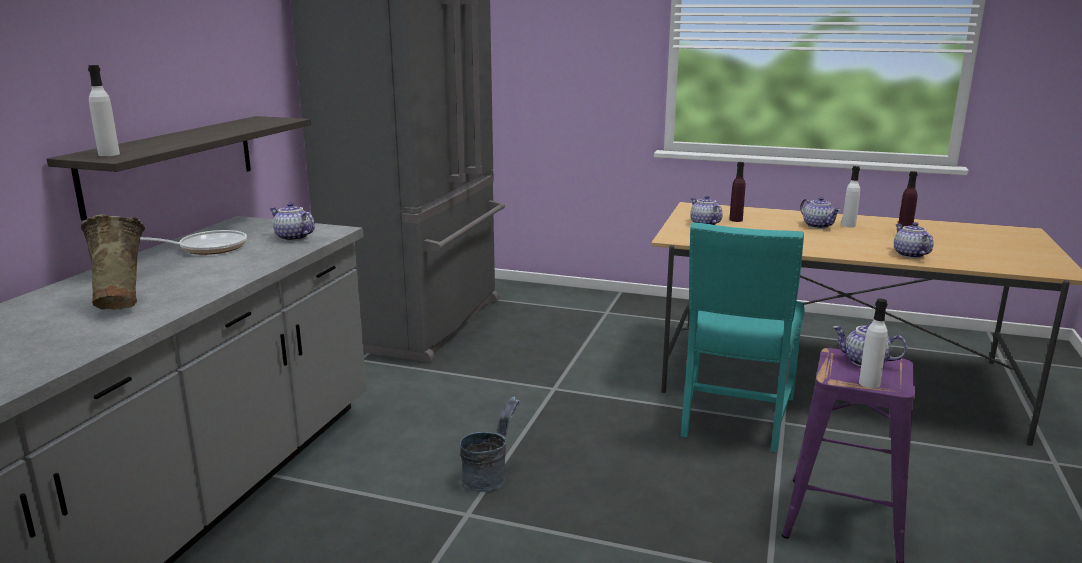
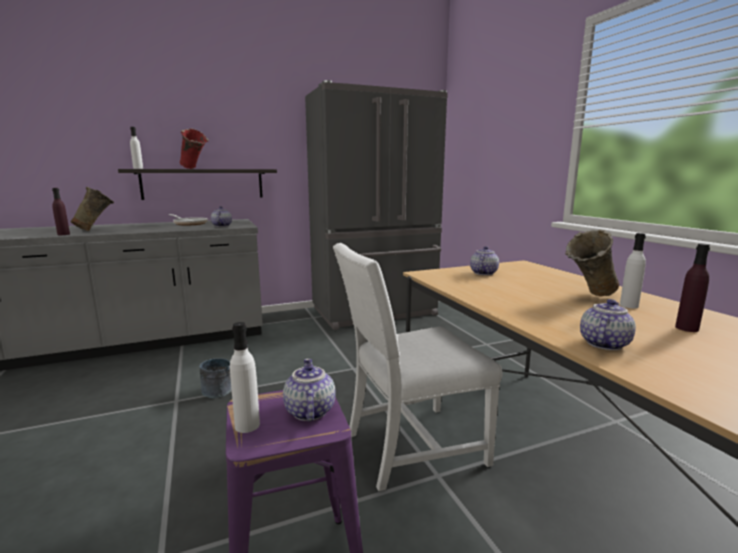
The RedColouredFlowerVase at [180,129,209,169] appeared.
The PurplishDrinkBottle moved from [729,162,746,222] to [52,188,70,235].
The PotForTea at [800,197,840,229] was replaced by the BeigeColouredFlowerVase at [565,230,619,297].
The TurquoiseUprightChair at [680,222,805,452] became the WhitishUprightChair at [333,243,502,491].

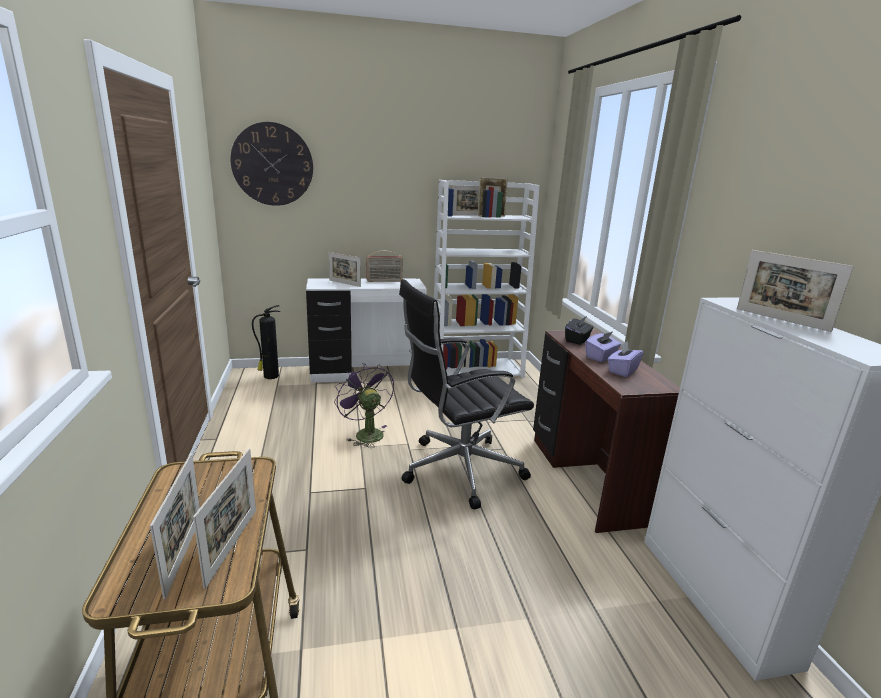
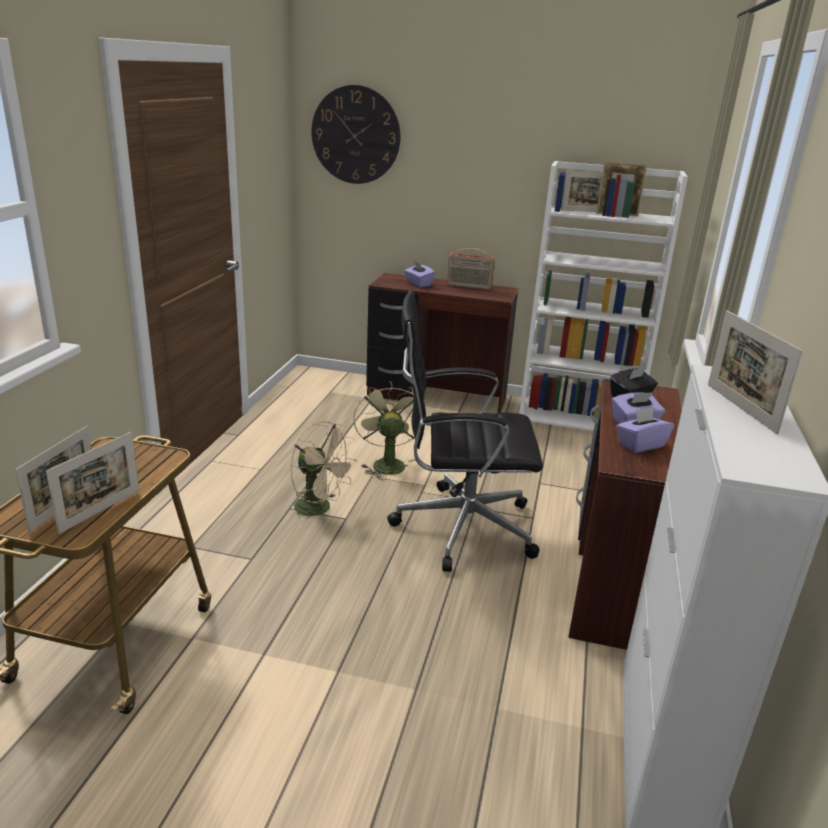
The Extinguisher at [252,305,280,379] disappeared.
The BeigeColouredCoolingFan at [290,421,357,525] appeared.
The PictureFrame at [329,252,361,287] was replaced by the PurplishTissueHolder at [404,261,435,287].
The WhitishDesk at [306,278,427,383] became the BrownDesk at [366,273,518,413].
The PurplishCoolingFan at [334,363,394,448] became the GreenCoolingFan at [353,382,416,480].

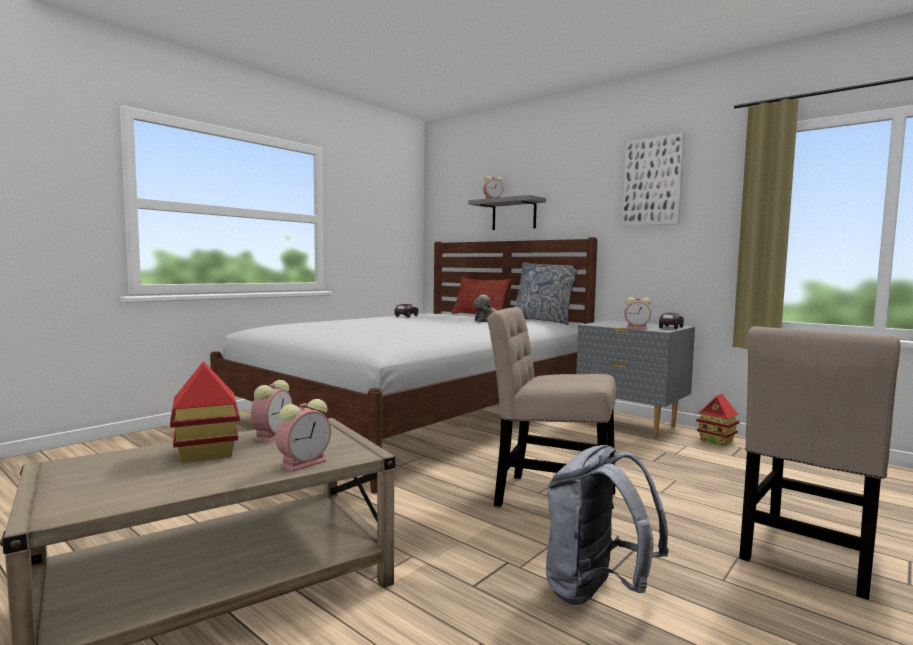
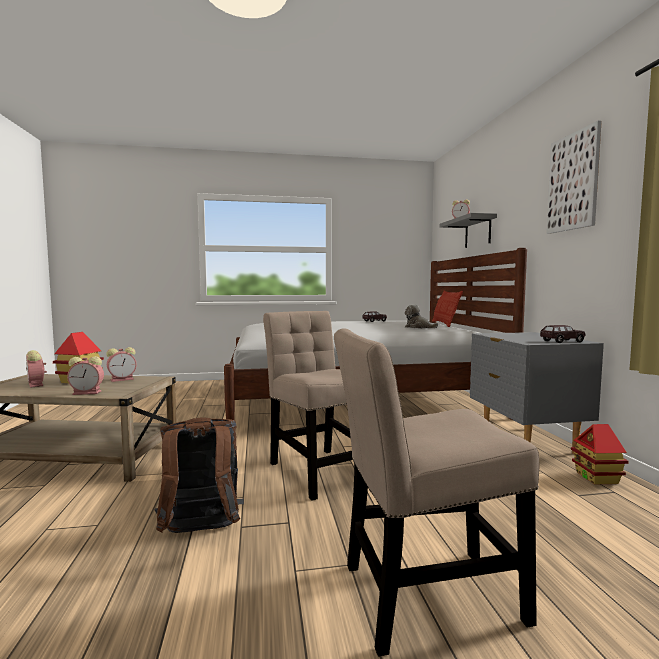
The Pillow at [514,262,578,325] disappeared.
The BedsideClock moved from [624,297,651,329] to [26,350,47,388].
The GreyishRucksack at [546,445,669,605] became the BrownRucksack at [154,417,244,533].

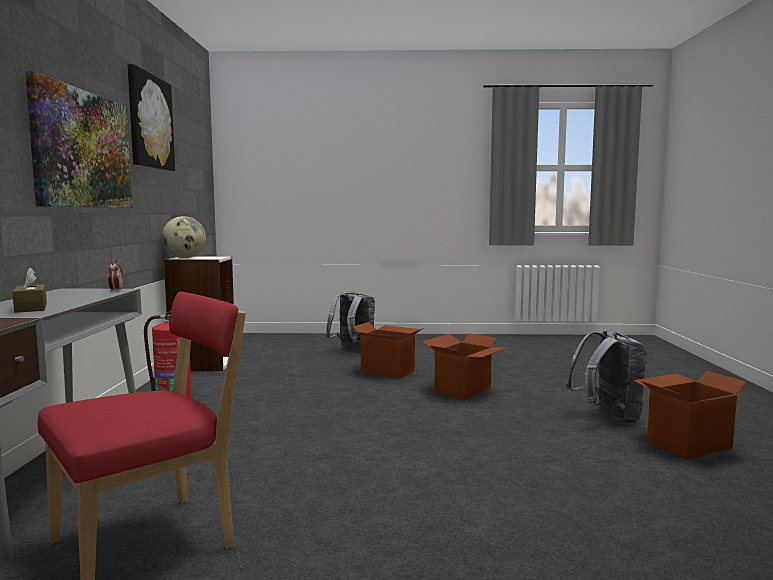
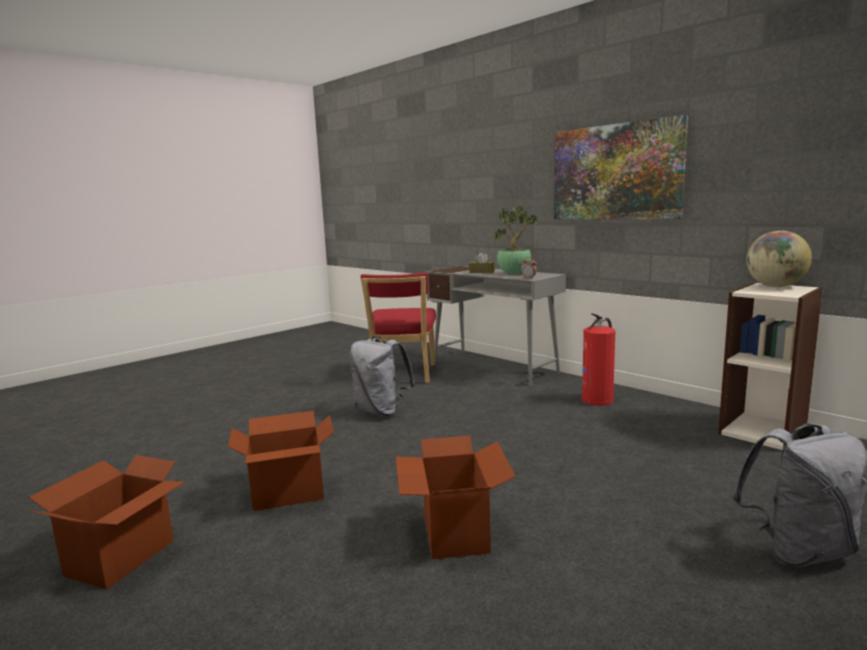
The WallPicture at [127,64,175,171] disappeared.
The Houseplant at [493,206,538,275] appeared.
The PackingBox moved from [353,322,423,379] to [228,411,334,511].
The GreyishRucksack moved from [566,329,647,424] to [350,336,415,416].

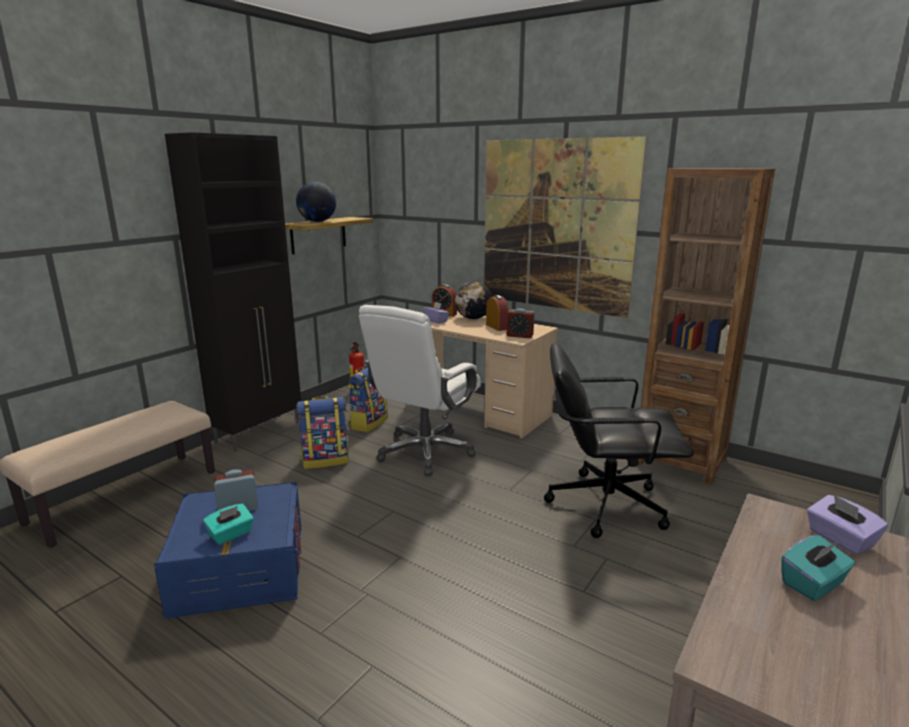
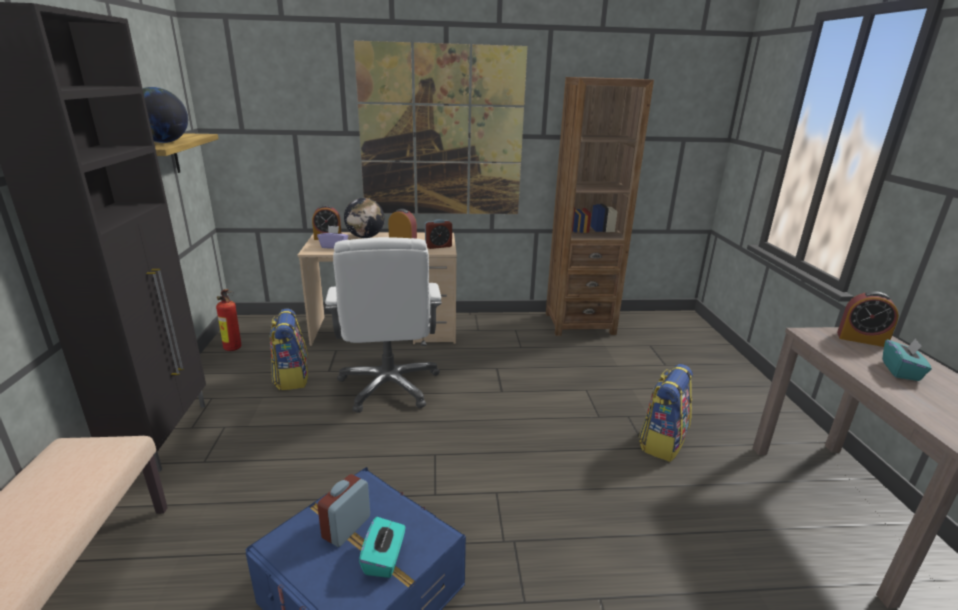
The BlackishDeskChair at [544,343,694,538] disappeared.
The Rucksack moved from [297,396,348,469] to [638,364,693,462].
The PurplishTissueHolder at [807,495,888,555] was replaced by the BedsideClock at [837,291,899,347].

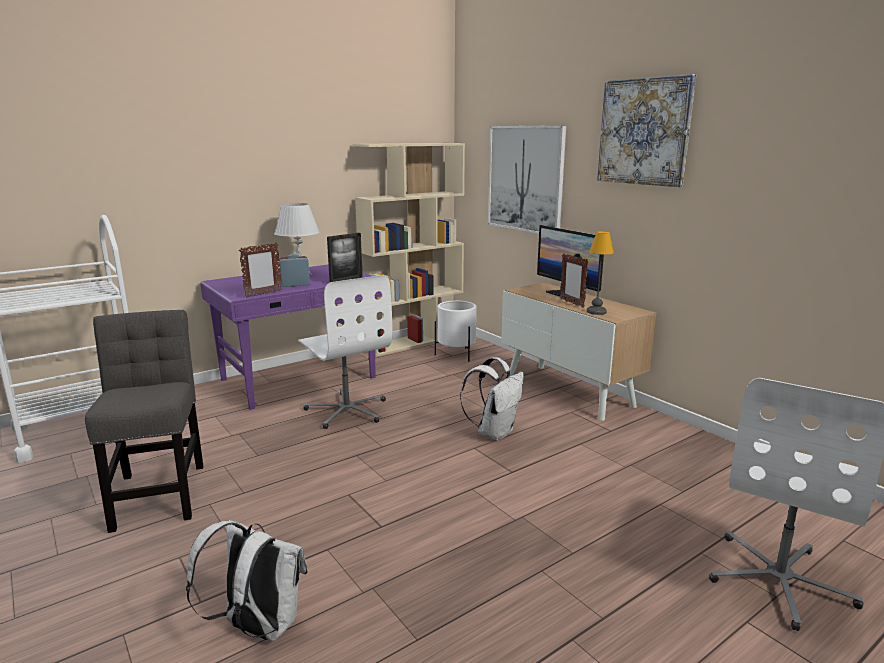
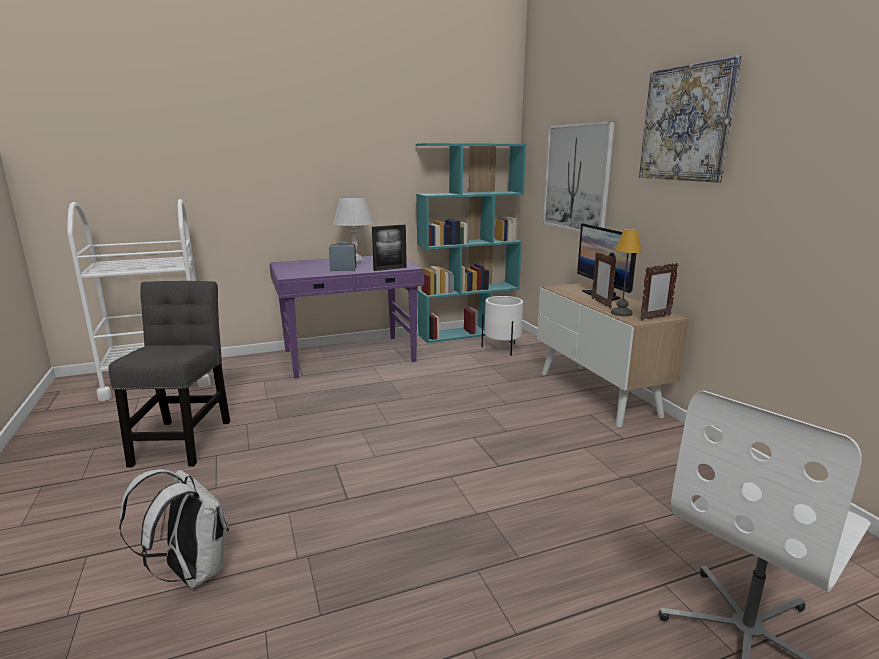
The WhitishDeskChair at [298,275,393,429] disappeared.
The WhitishRucksack at [460,357,524,441] disappeared.
The PictureFrame moved from [239,243,282,297] to [640,263,678,321].
The BeigeColouredShelvingUnit at [353,143,465,357] became the TurquoiseShelvingUnit at [416,143,526,343].

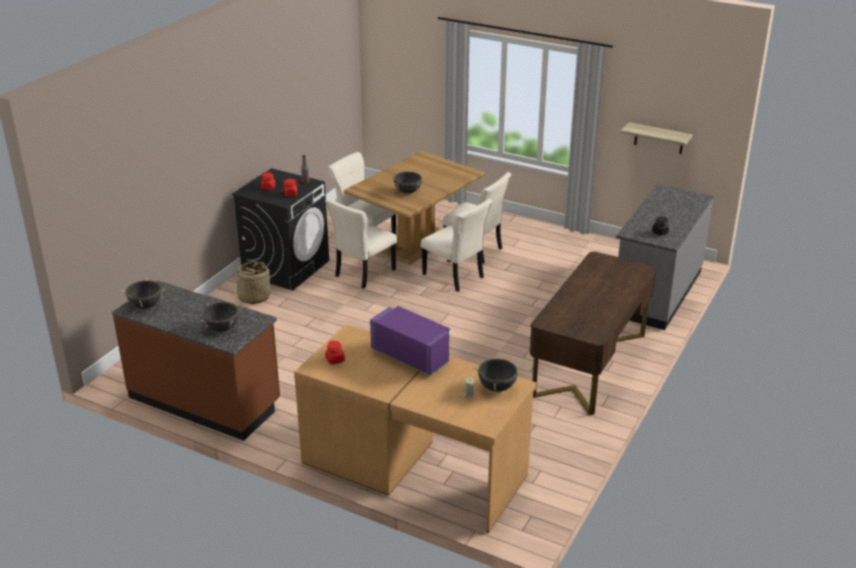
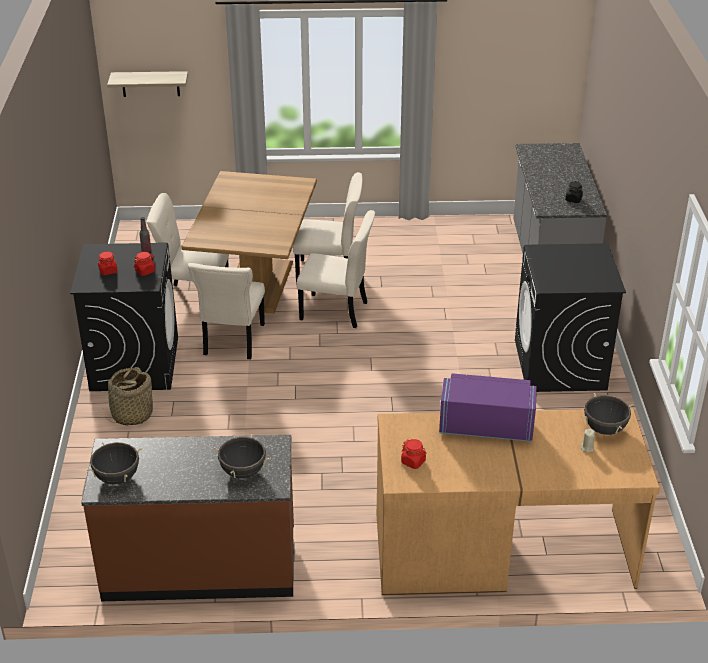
The BlackishCookingPot at [394,172,422,194] disappeared.
The BracketShelf moved from [620,122,693,154] to [107,71,188,97].
The BrownDesk at [530,251,657,415] was replaced by the BlackishLaundryMachine at [515,243,626,392].

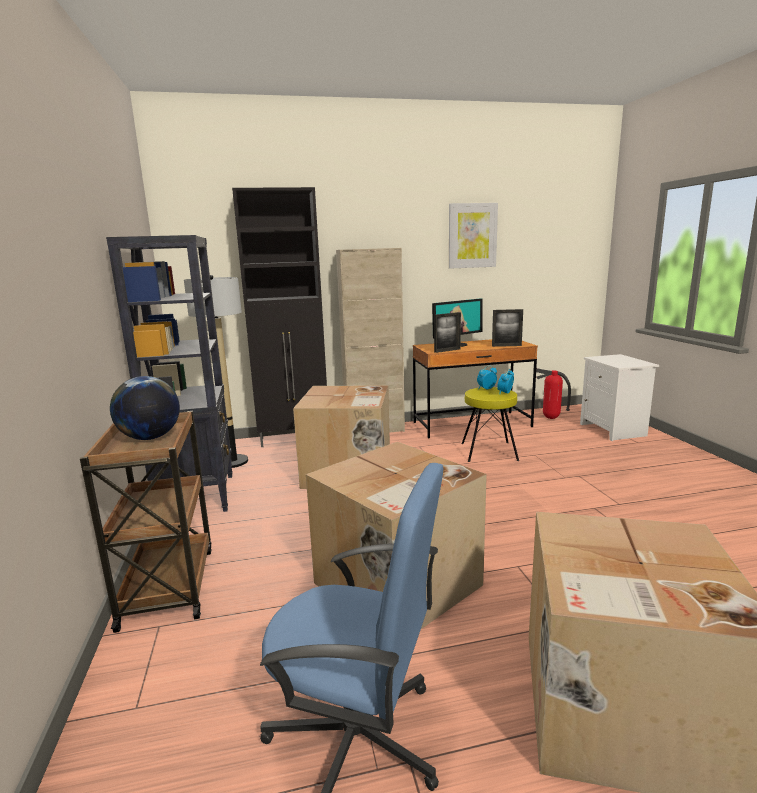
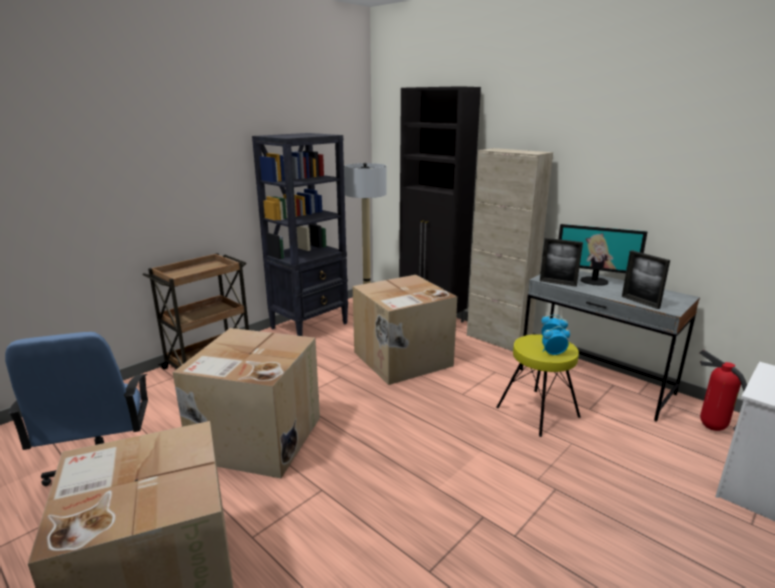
The DeskGlobe at [110,376,180,440] disappeared.
The WallPicture at [449,203,498,269] disappeared.
The BrownDesk at [413,339,538,438] became the GreyishDesk at [520,271,700,422].

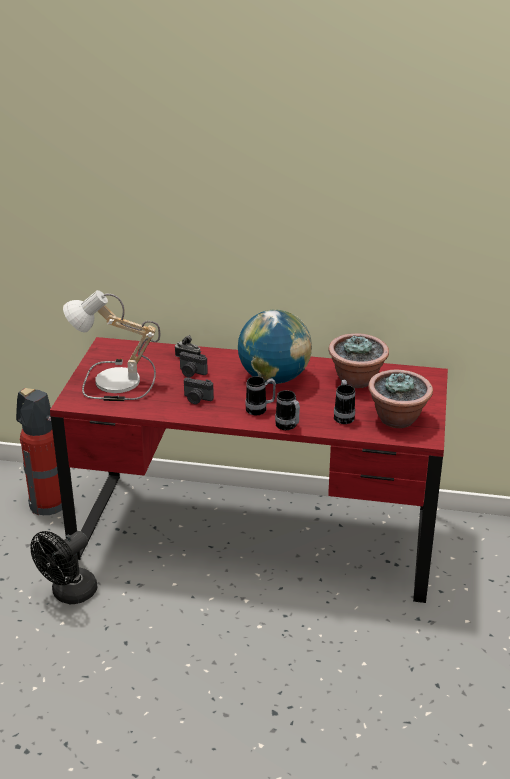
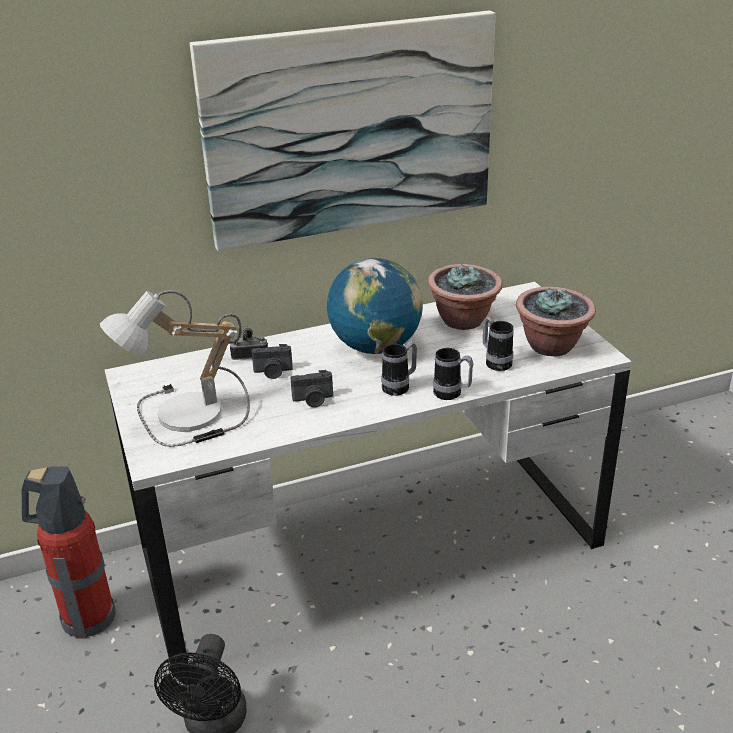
The WallPicture at [190,11,496,252] appeared.
The RedColouredDesk at [50,337,448,603] became the WhitishDesk at [105,282,632,676].

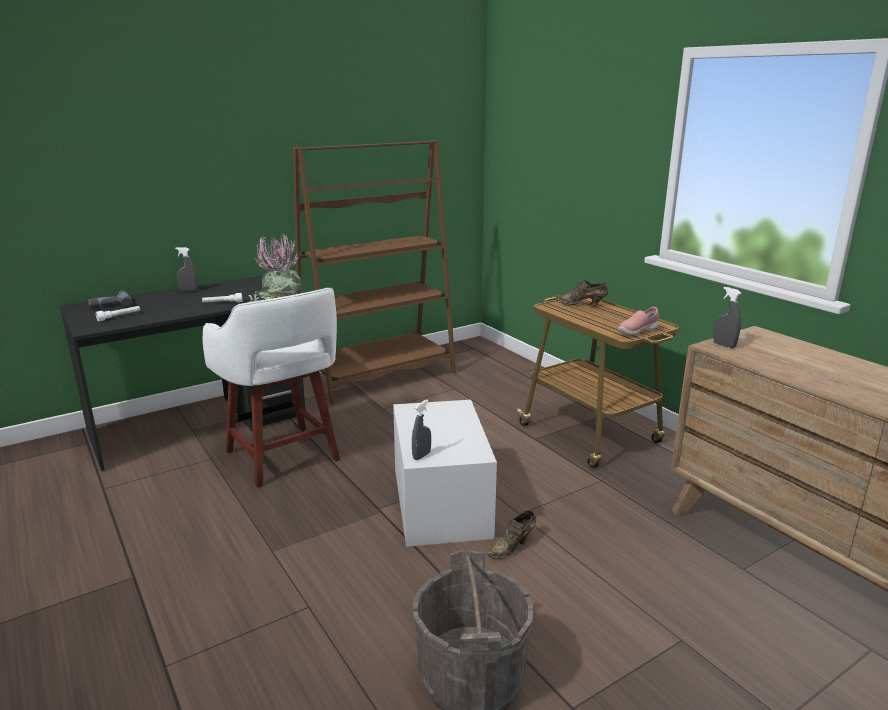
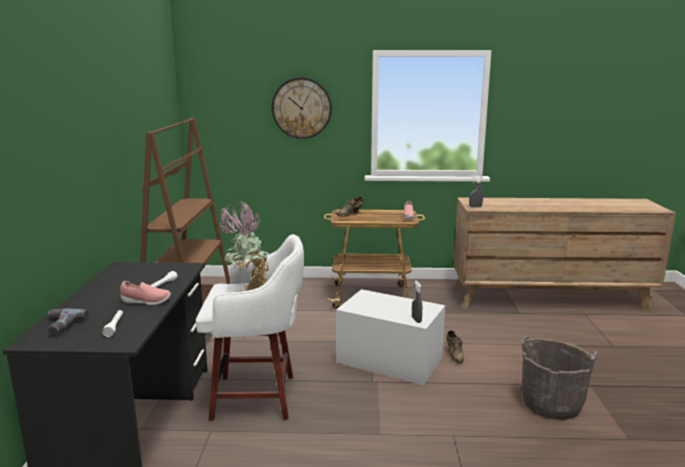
The GreyishHandSprayer at [175,247,198,291] disappeared.
The PinkColouredLowShoe at [120,281,171,305] appeared.
The ClockOnTheWall at [272,77,332,139] appeared.

